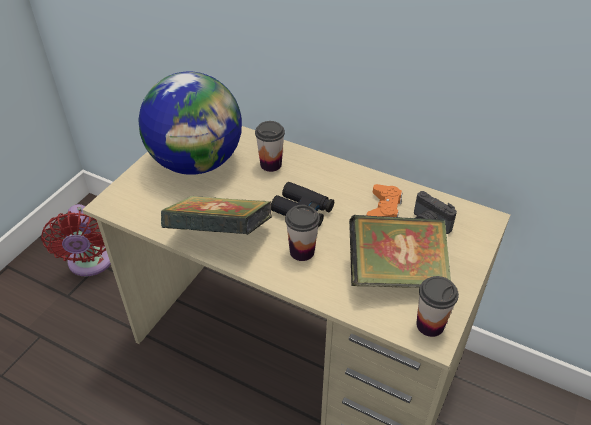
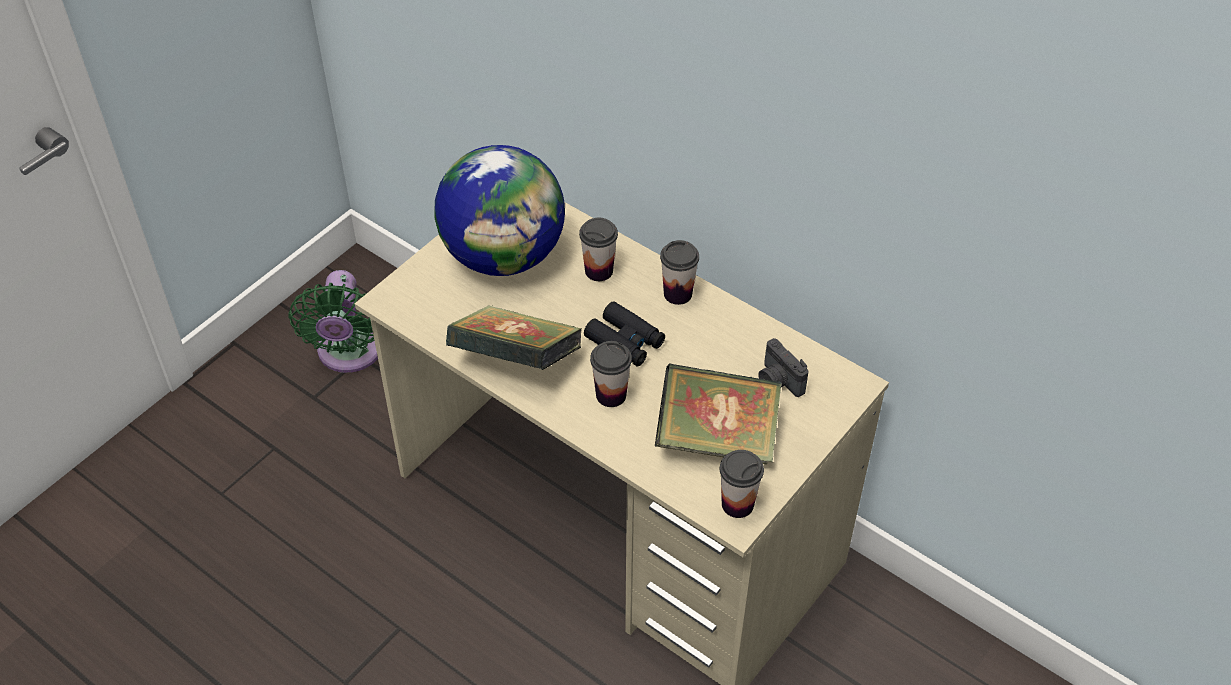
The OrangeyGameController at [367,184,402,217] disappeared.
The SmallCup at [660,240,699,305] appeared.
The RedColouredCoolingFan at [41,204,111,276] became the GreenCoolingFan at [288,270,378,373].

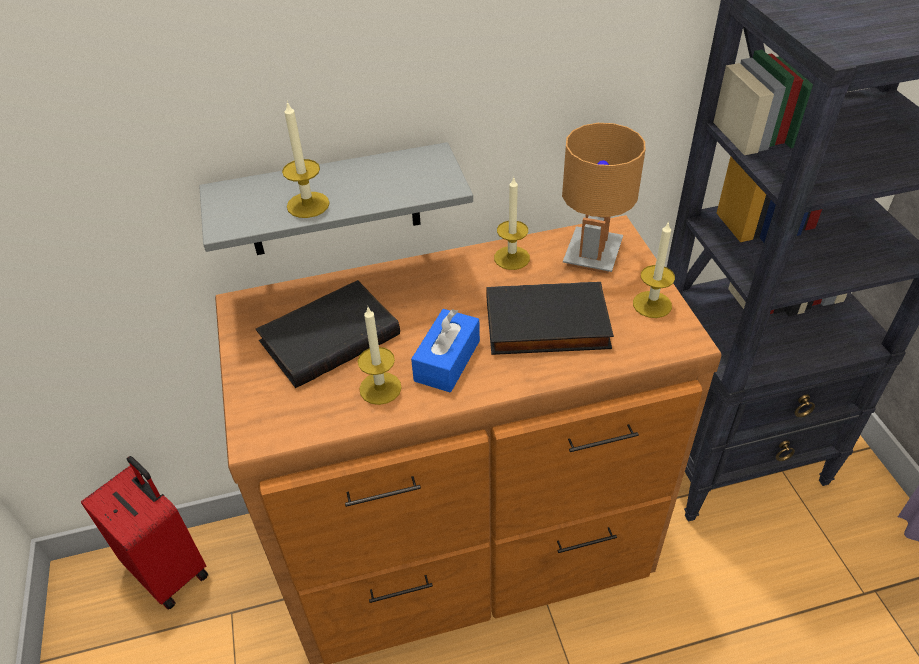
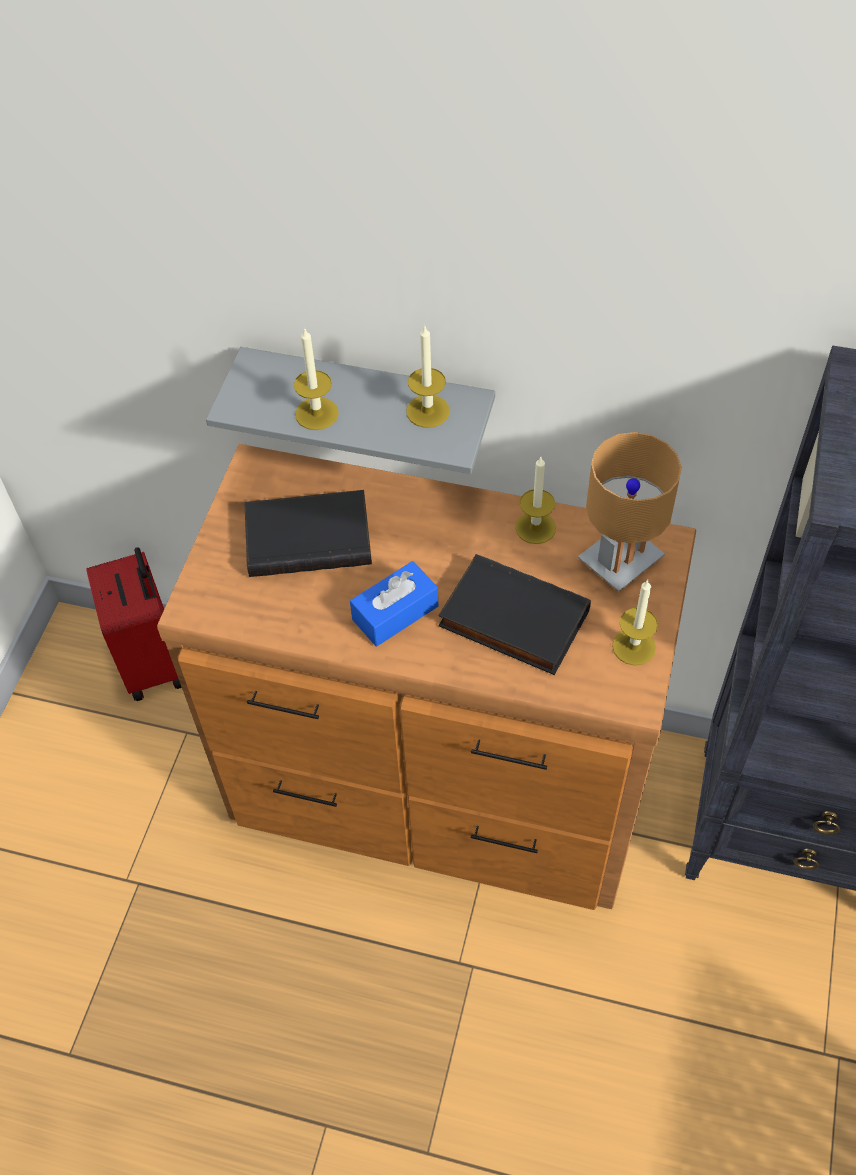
The WaxLight moved from [358,307,402,405] to [406,325,450,428].

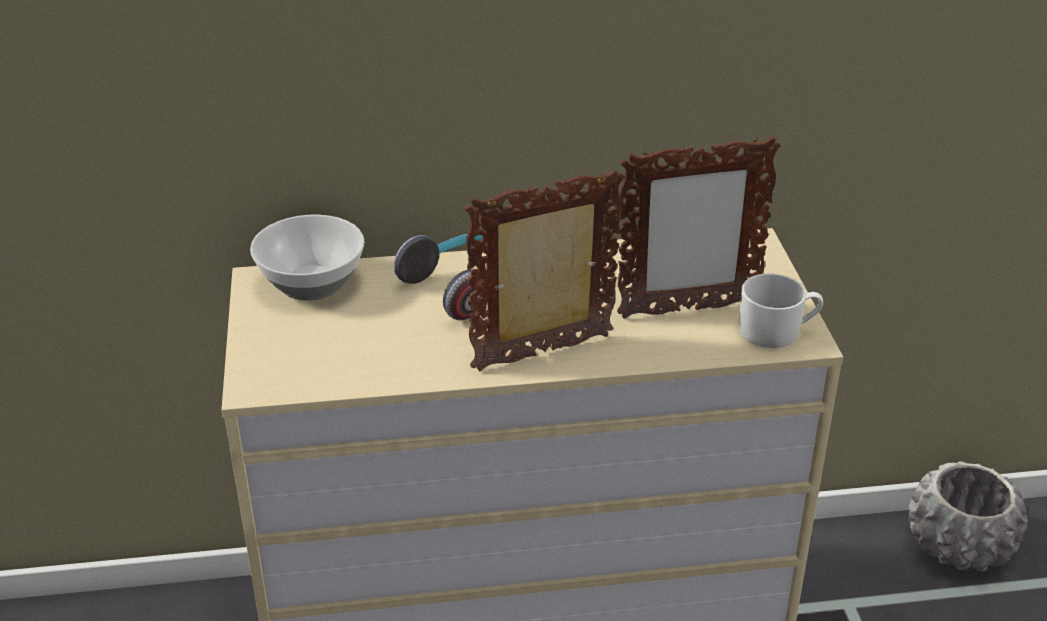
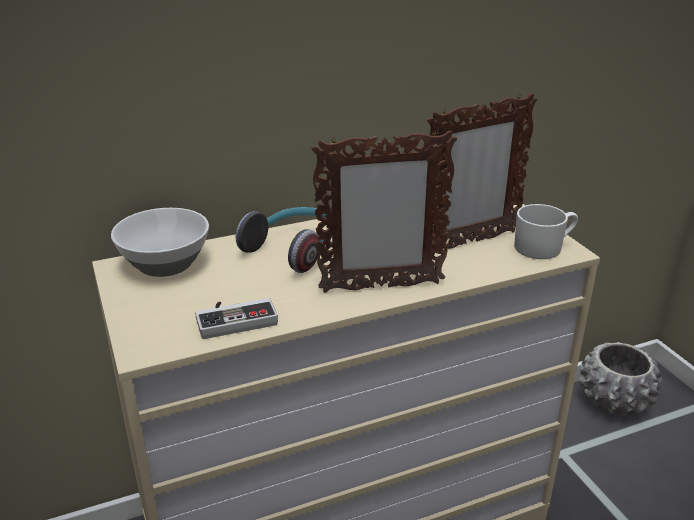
The GameController at [195,298,278,339] appeared.
The PictureFrame at [464,169,625,372] turned 150 degrees counterclockwise.

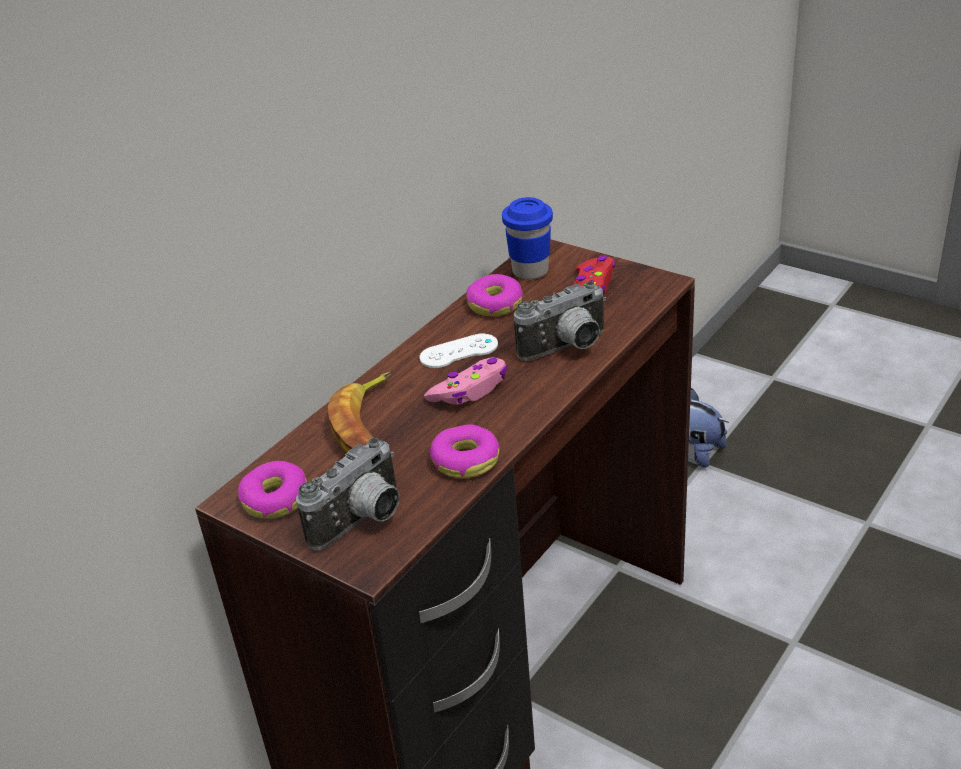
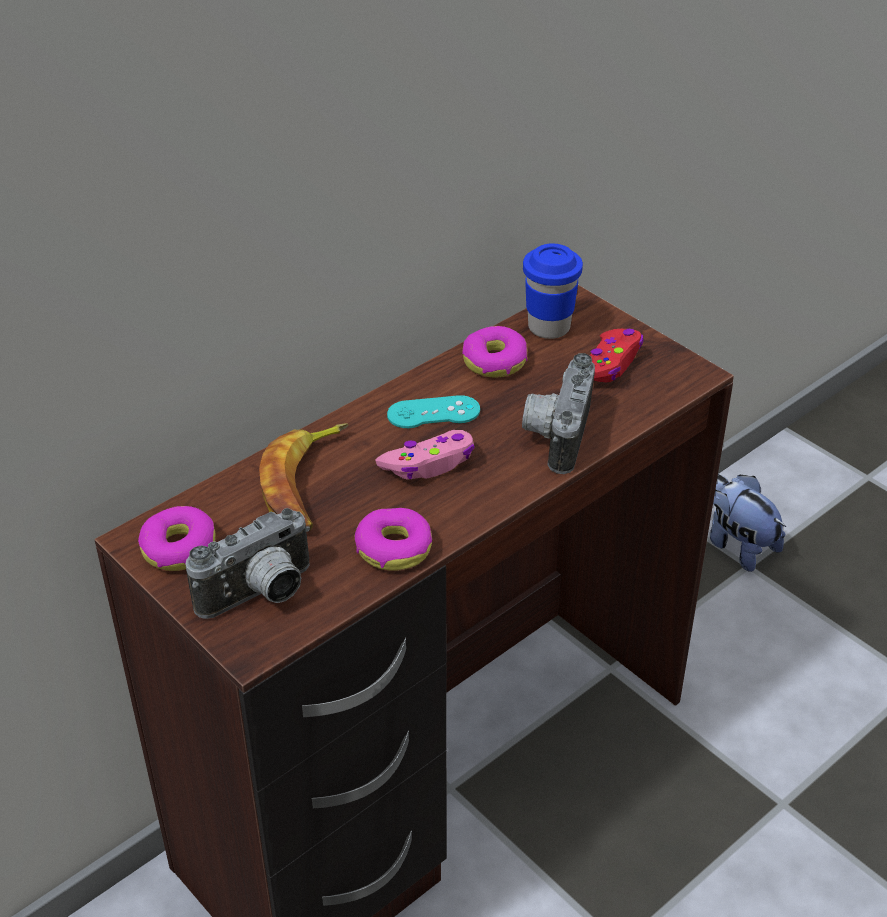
The WhitishGameController at [420,334,498,368] became the TurquoiseGameController at [387,395,480,428].
The StillCamera at [514,281,606,361] turned 120 degrees clockwise.

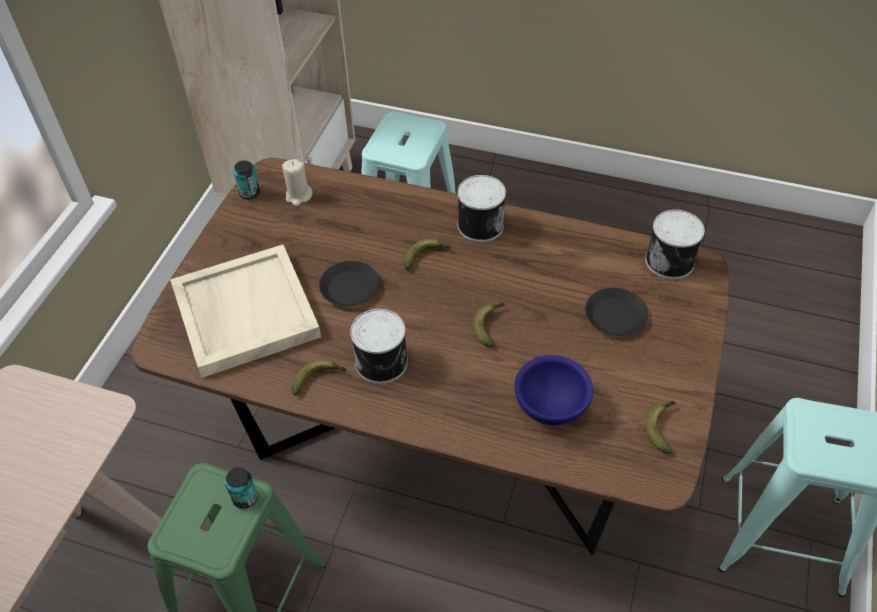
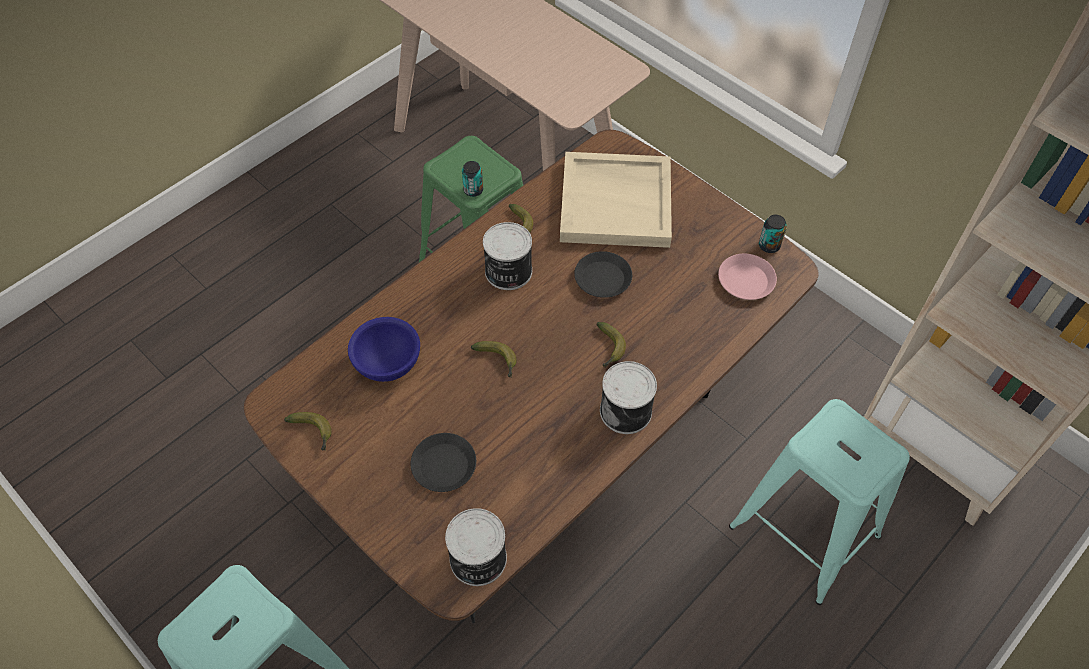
The BeigeColouredWaxLight at [282,159,313,206] was replaced by the PinkColouredFlatDish at [718,254,777,300].

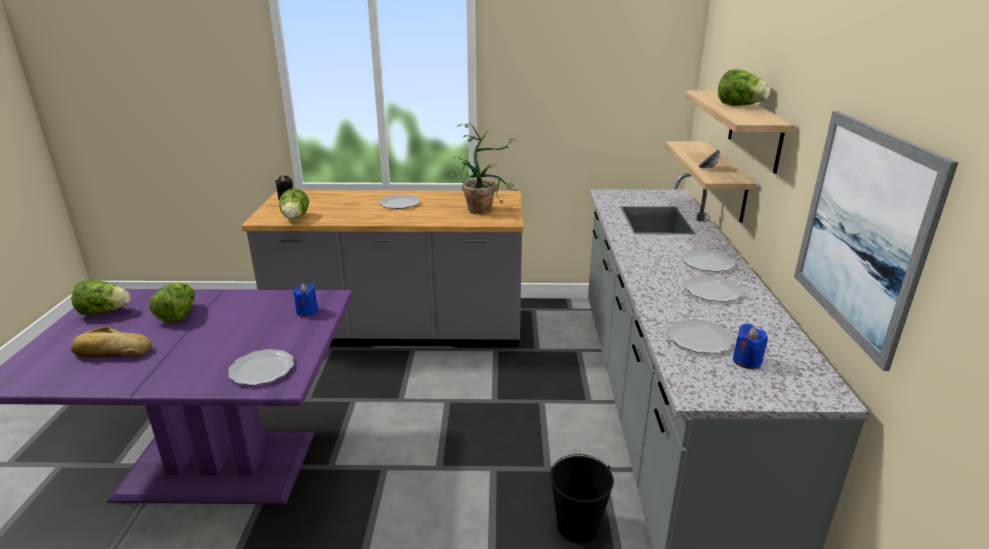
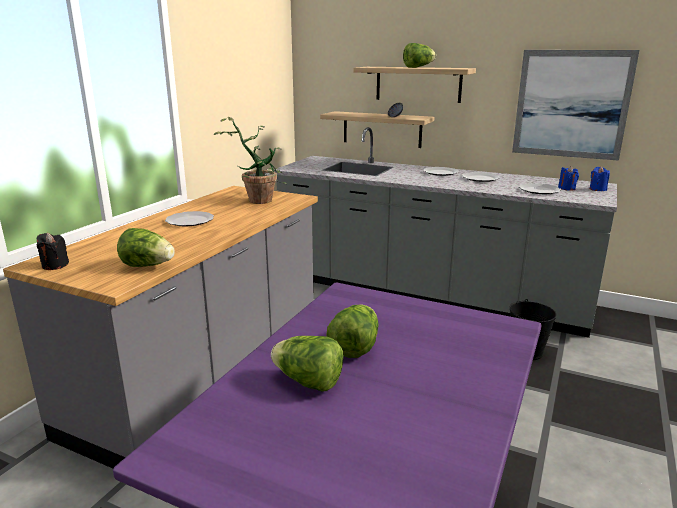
The Bread at [71,327,151,357] disappeared.
The FlatDish at [228,349,294,385] disappeared.
The HeadOfLettuce moved from [71,280,130,316] to [326,304,379,358].
The BluishWaxLight moved from [293,283,318,317] to [590,167,610,191].

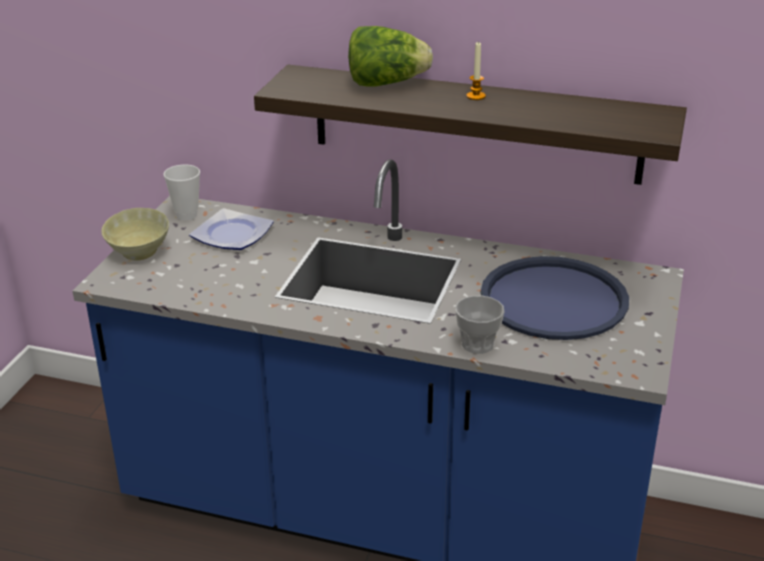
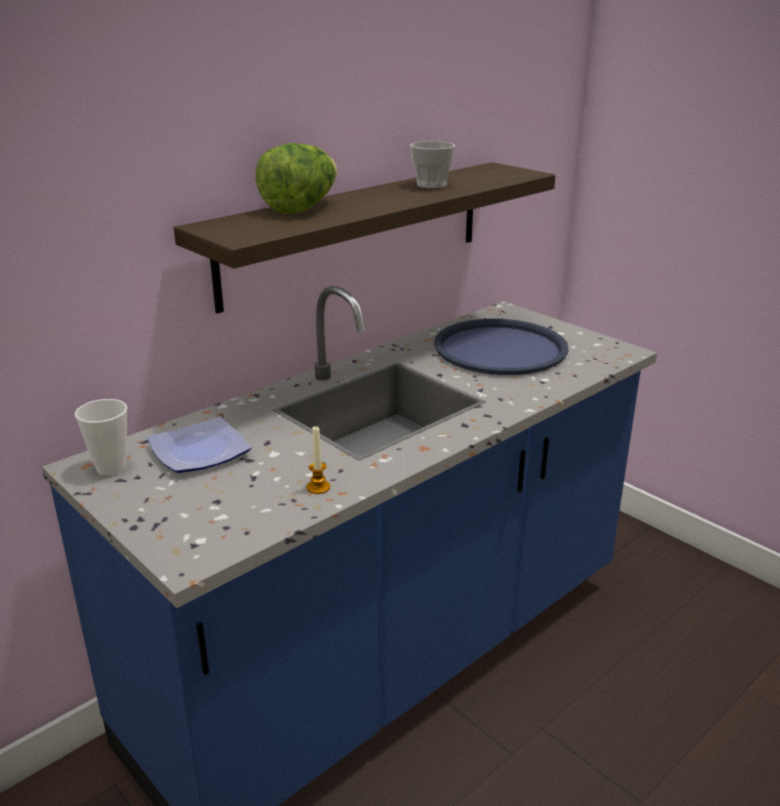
The BeigeColouredDeepDish at [102,208,169,261] disappeared.
The SmallCup moved from [455,296,505,354] to [410,141,455,189].
The WaxLight moved from [466,41,486,100] to [307,426,330,494].

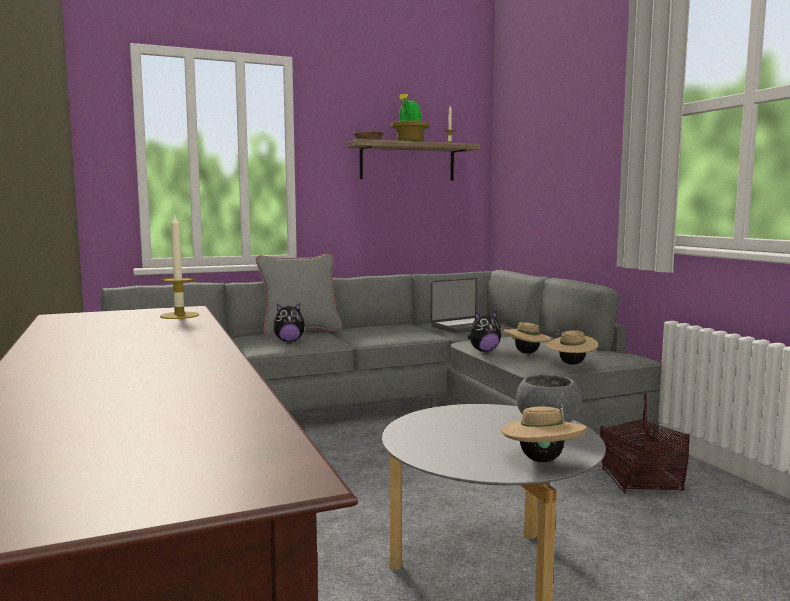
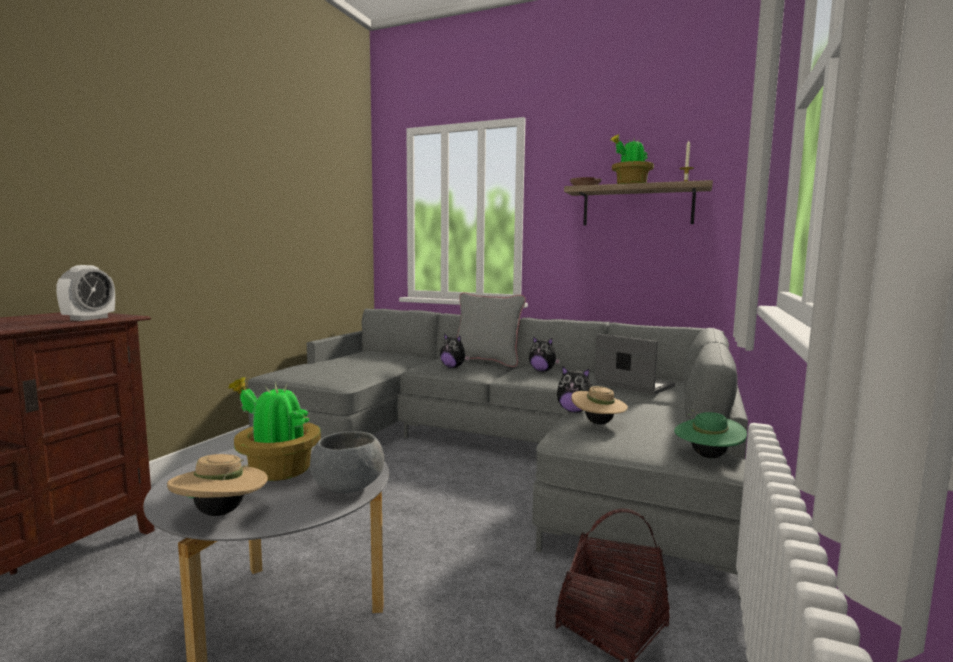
The BeigeColouredHat at [546,330,598,365] disappeared.
The Houseplant at [228,377,321,481] appeared.
The CuddlyToy at [529,336,560,371] appeared.
The GreenHat at [674,409,747,458] appeared.
The WaxLight at [160,215,199,319] was replaced by the BedsideClock at [56,265,115,321].
The NotebookComputer at [430,278,502,333] turned 150 degrees counterclockwise.

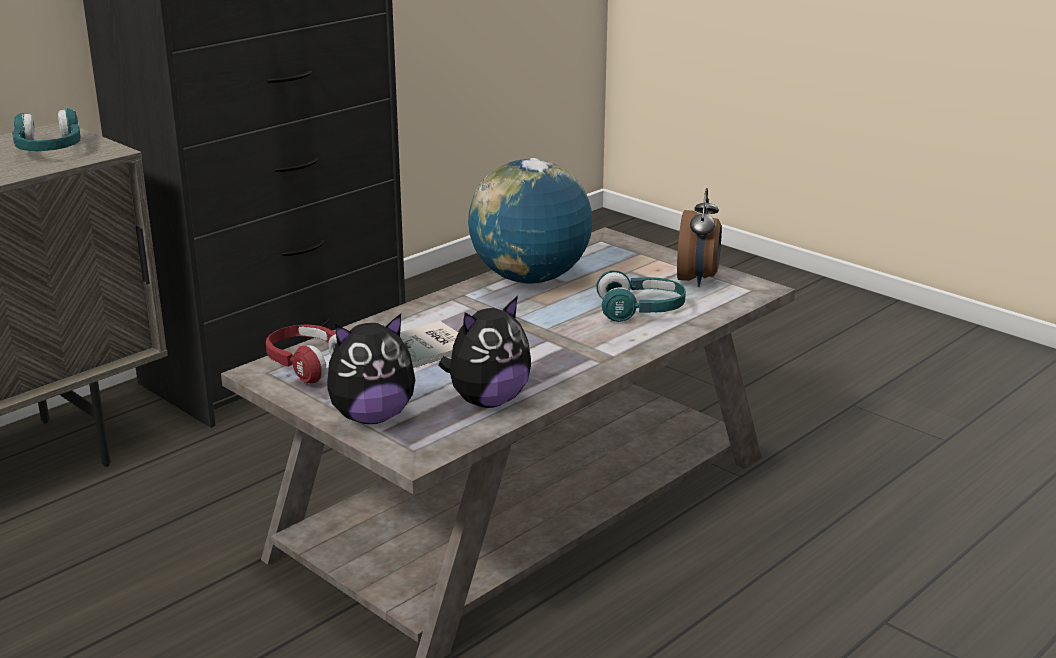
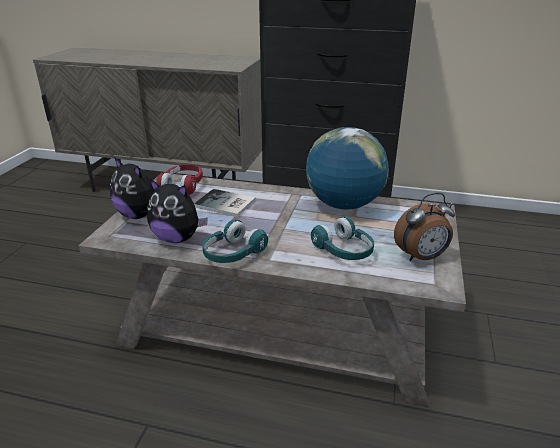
The TurquoiseHeadphones moved from [12,108,81,151] to [202,220,268,263].

